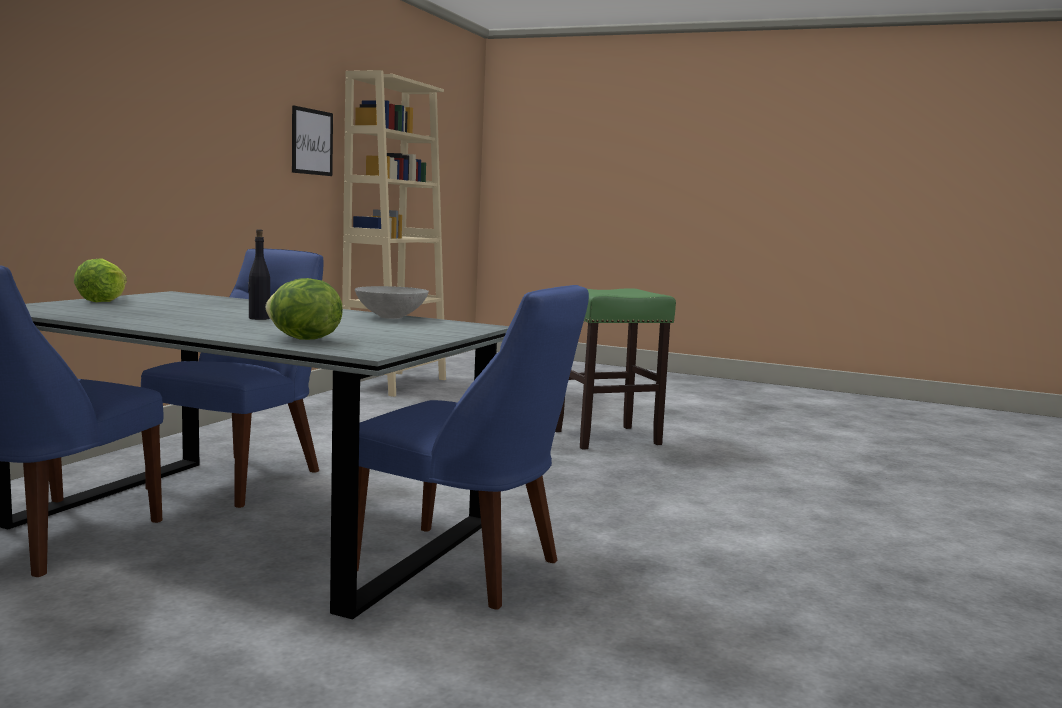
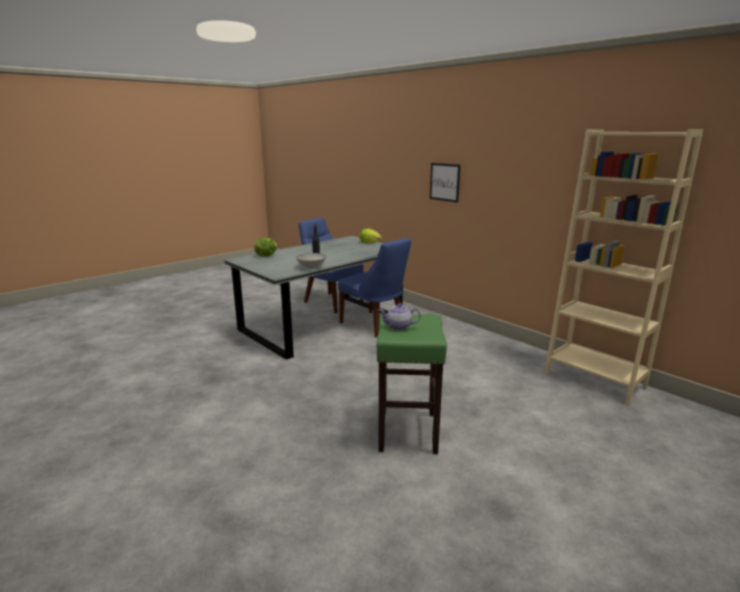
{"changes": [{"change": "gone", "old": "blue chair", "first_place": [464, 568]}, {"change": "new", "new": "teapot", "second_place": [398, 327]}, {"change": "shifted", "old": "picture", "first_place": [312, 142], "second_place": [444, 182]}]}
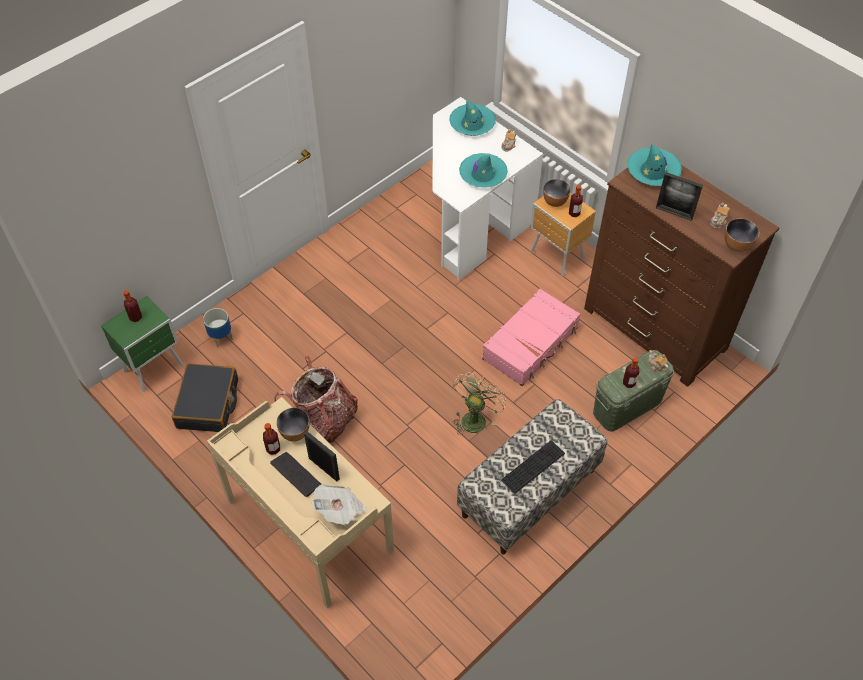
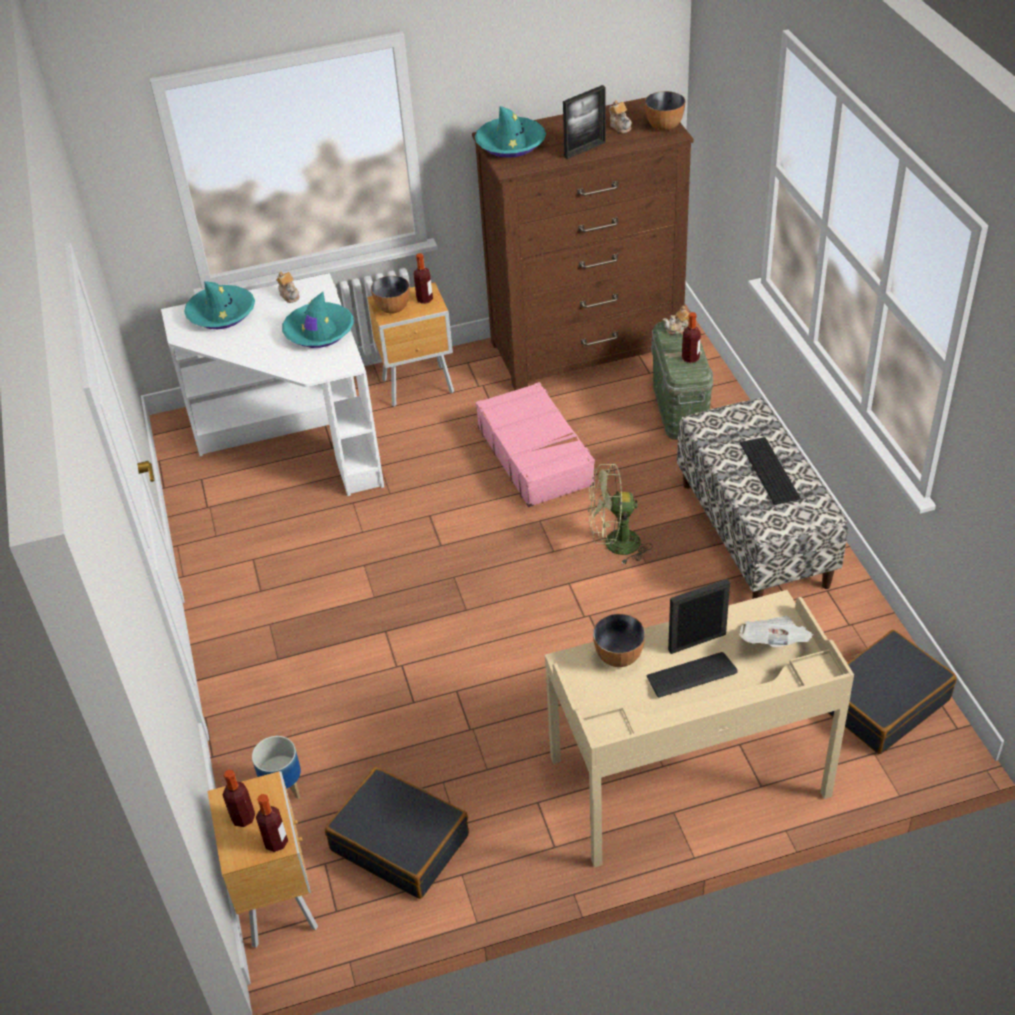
{"changes": [{"change": "gone", "old": "backpack", "first_place": [324, 421]}, {"change": "new", "new": "black suitcase", "second_place": [883, 702]}, {"change": "shifted", "old": "bottle", "first_place": [273, 449], "second_place": [276, 842]}, {"change": "repainted", "old": "green nightstand", "new": "brown nightstand", "first_place": [155, 368], "second_place": [279, 898]}, {"change": "rotated", "old": "green fan", "first_place": [475, 417], "second_place": [614, 545], "degrees": -60}]}
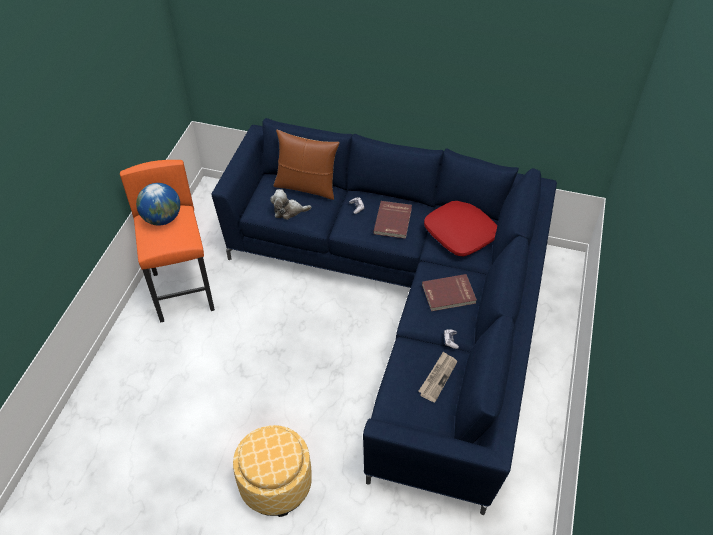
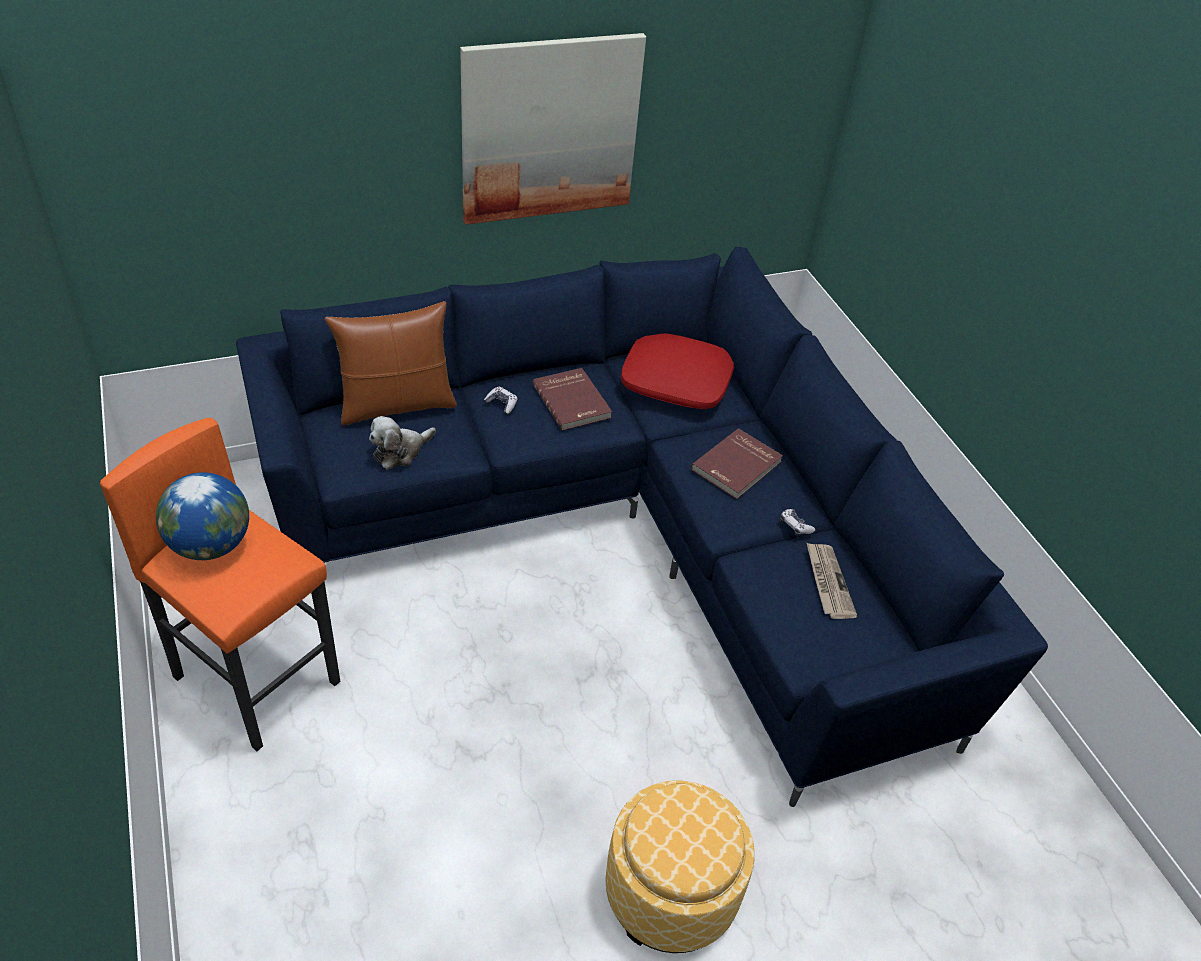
{"changes": [{"change": "new", "new": "picture", "second_place": [549, 129]}]}
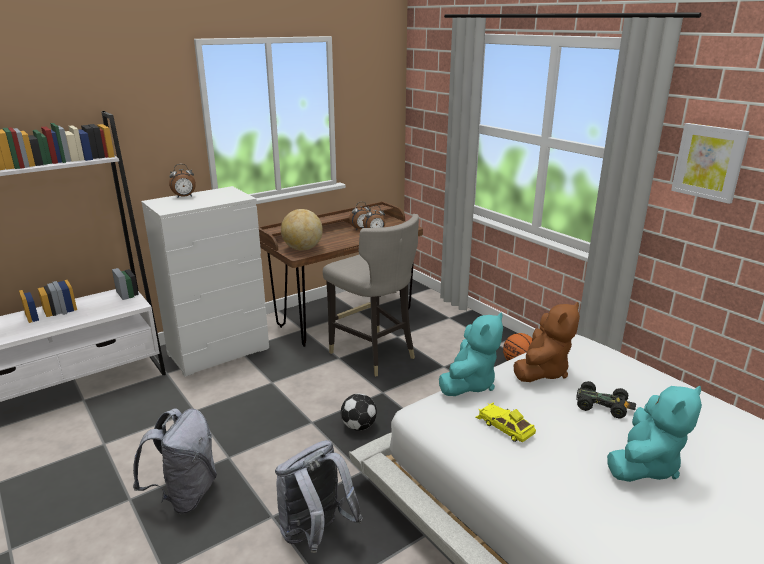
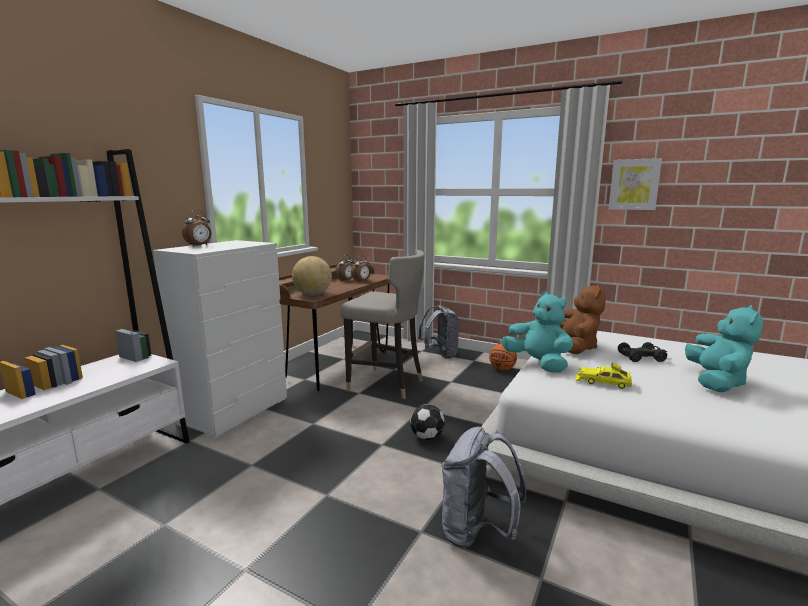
{"changes": [{"change": "shifted", "old": "grey backpack", "first_place": [185, 495], "second_place": [440, 355]}, {"change": "rotated", "old": "turquoise plush toy", "first_place": [469, 384], "second_place": [538, 364], "degrees": -45}]}
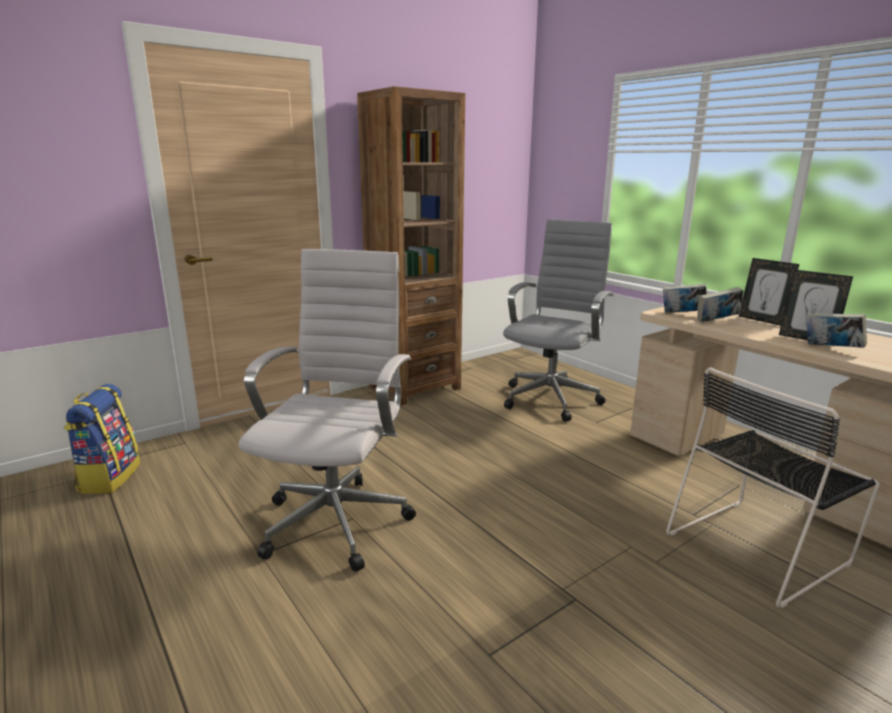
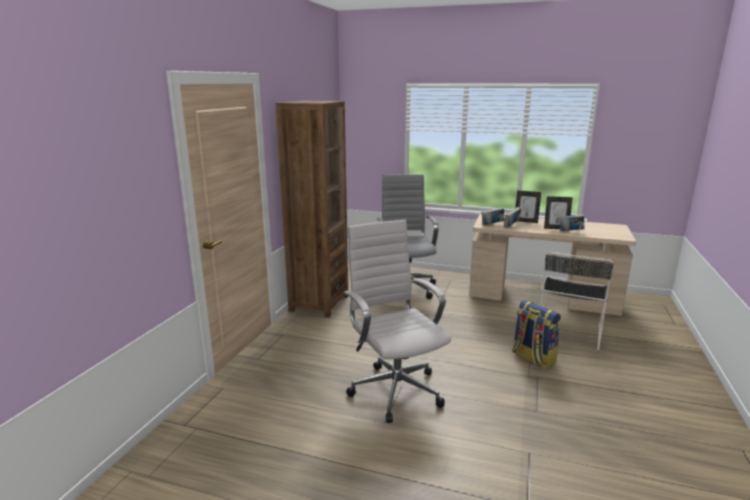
{"changes": [{"change": "shifted", "old": "backpack", "first_place": [109, 477], "second_place": [532, 358]}]}
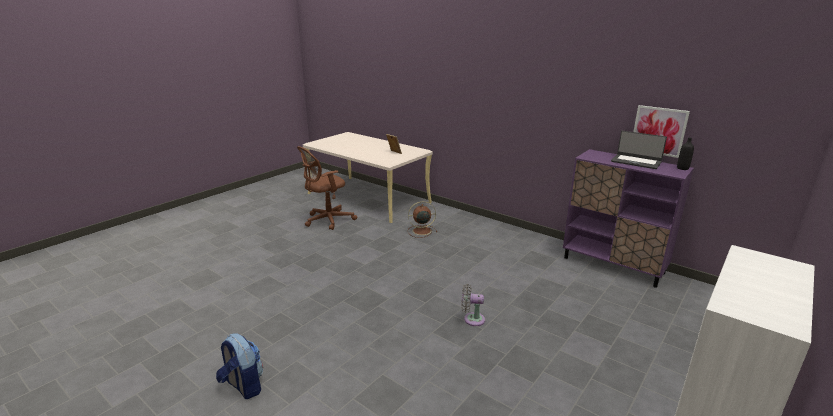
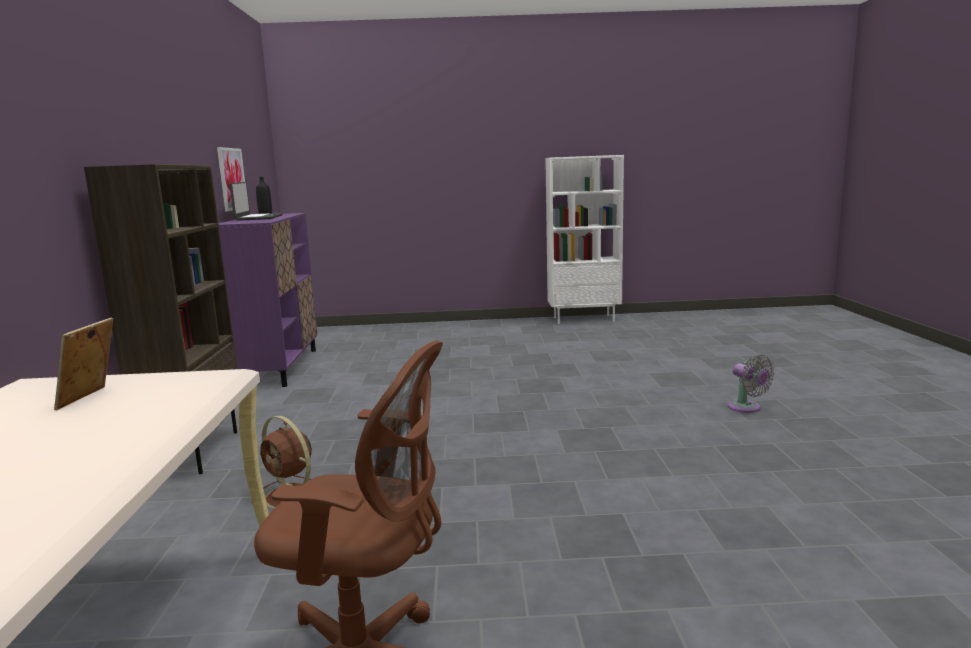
{"changes": [{"change": "gone", "old": "backpack", "first_place": [243, 386]}, {"change": "new", "new": "brown bookcase", "second_place": [195, 452]}, {"change": "shifted", "old": "grey fan", "first_place": [472, 319], "second_place": [747, 408]}]}
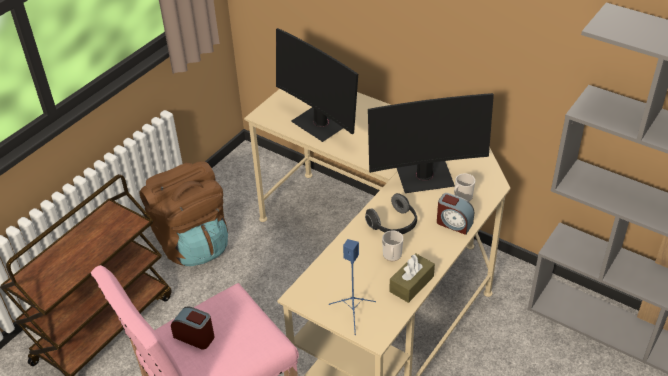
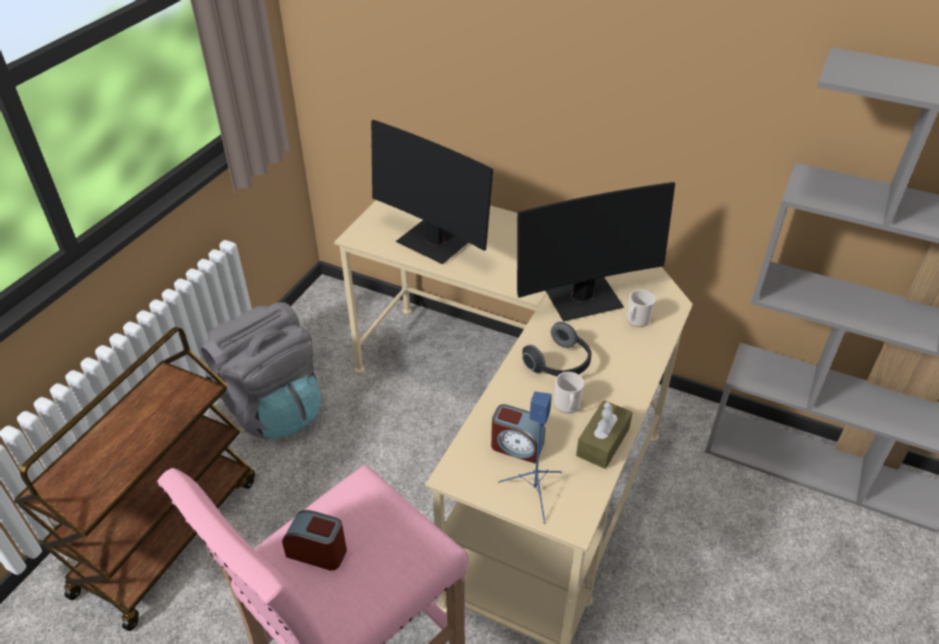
{"changes": [{"change": "shifted", "old": "alarm clock", "first_place": [454, 223], "second_place": [516, 447]}, {"change": "repainted", "old": "brown backpack", "new": "grey backpack", "first_place": [192, 242], "second_place": [273, 407]}]}
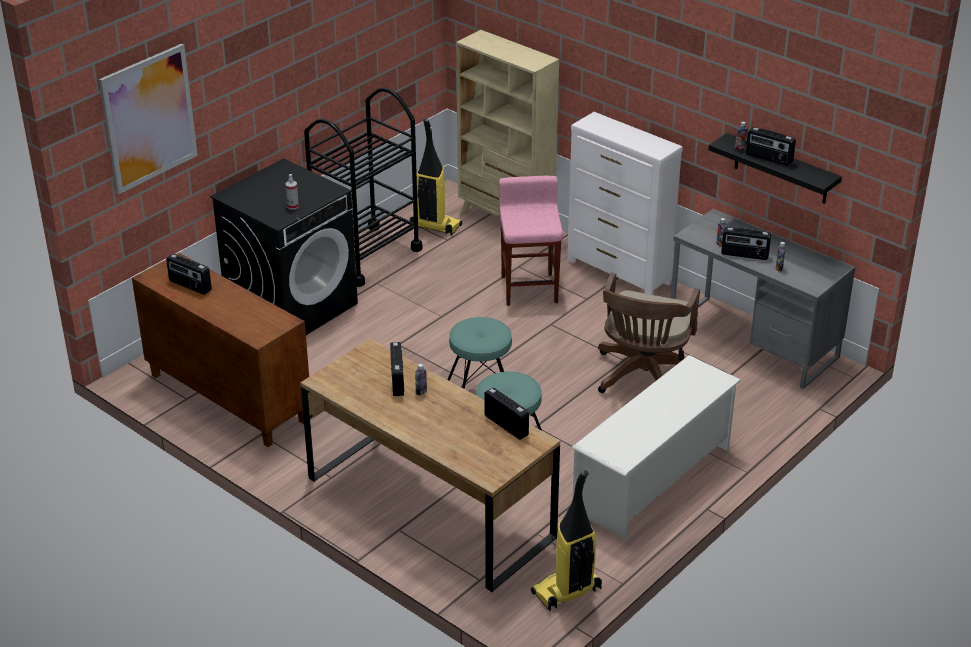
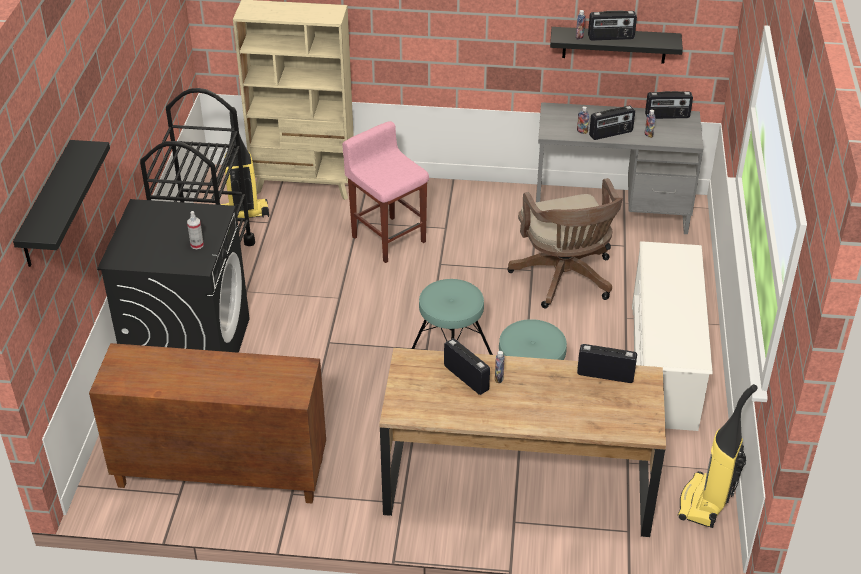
{"changes": [{"change": "gone", "old": "white dresser", "first_place": [619, 272]}, {"change": "shifted", "old": "radio", "first_place": [190, 286], "second_place": [667, 116]}, {"change": "swapped", "old": "picture", "new": "black shelf", "first_place": [149, 118], "second_place": [47, 206]}]}
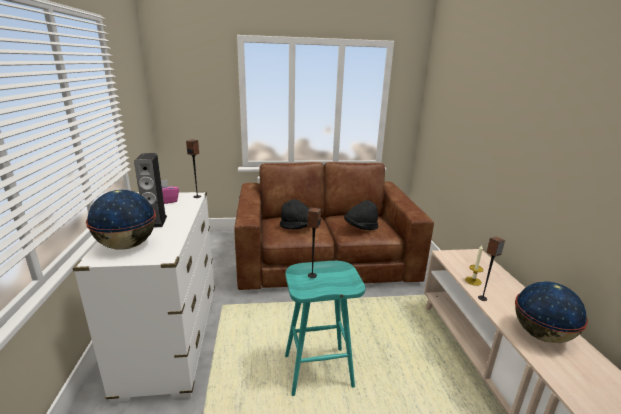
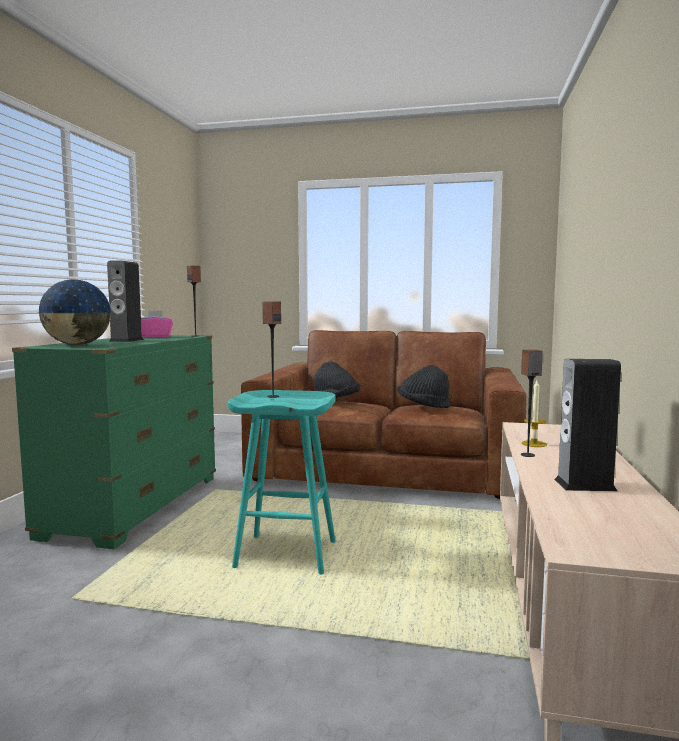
{"changes": [{"change": "swapped", "old": "globe", "new": "speaker", "first_place": [541, 335], "second_place": [584, 485]}, {"change": "repainted", "old": "white dresser", "new": "green dresser", "first_place": [172, 338], "second_place": [135, 506]}]}
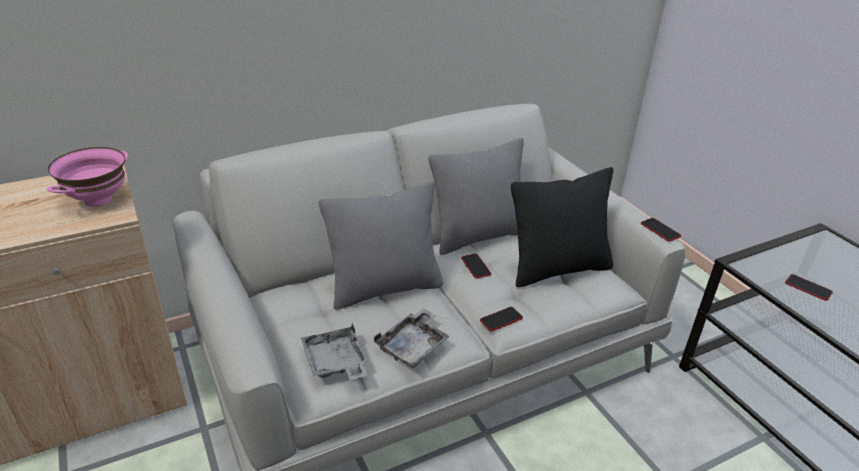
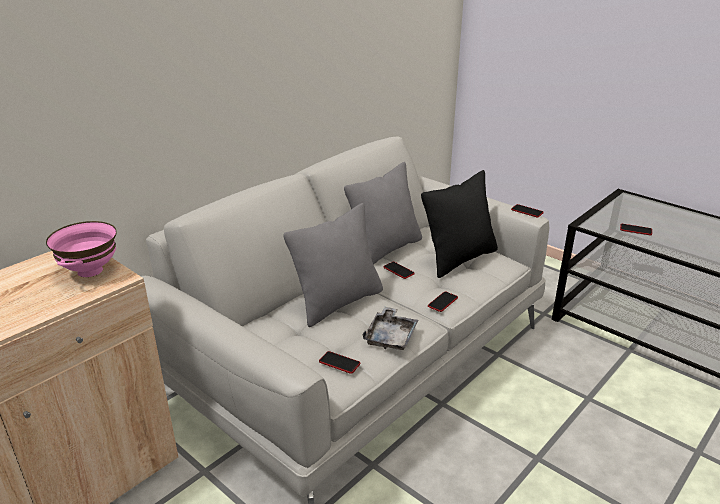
{"changes": [{"change": "swapped", "old": "grey tray", "new": "phone", "first_place": [336, 363], "second_place": [339, 363]}]}
